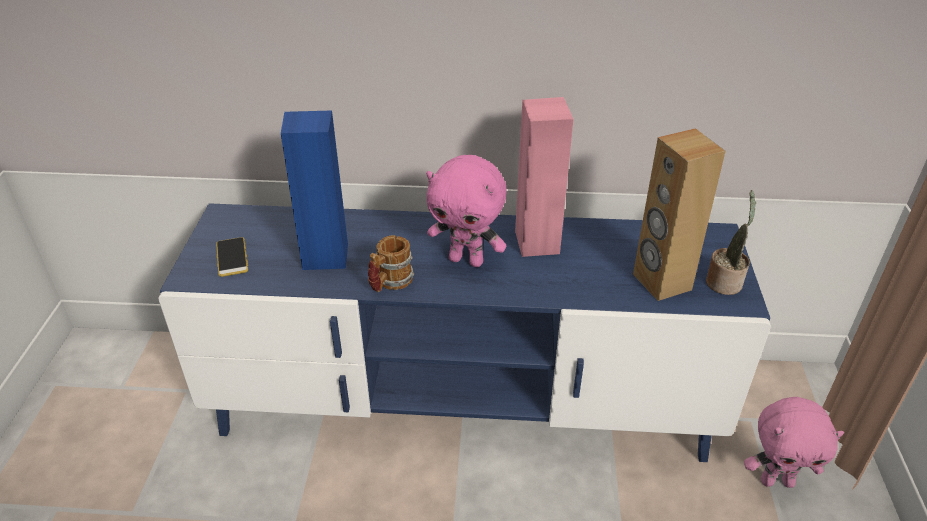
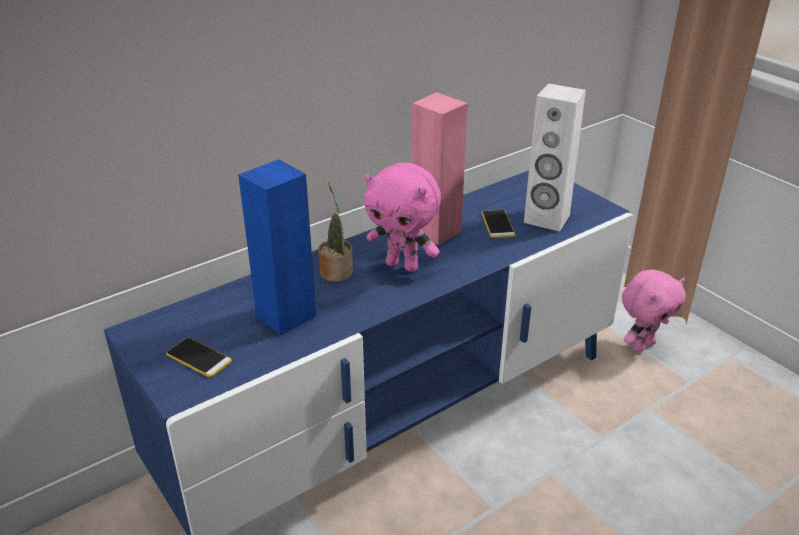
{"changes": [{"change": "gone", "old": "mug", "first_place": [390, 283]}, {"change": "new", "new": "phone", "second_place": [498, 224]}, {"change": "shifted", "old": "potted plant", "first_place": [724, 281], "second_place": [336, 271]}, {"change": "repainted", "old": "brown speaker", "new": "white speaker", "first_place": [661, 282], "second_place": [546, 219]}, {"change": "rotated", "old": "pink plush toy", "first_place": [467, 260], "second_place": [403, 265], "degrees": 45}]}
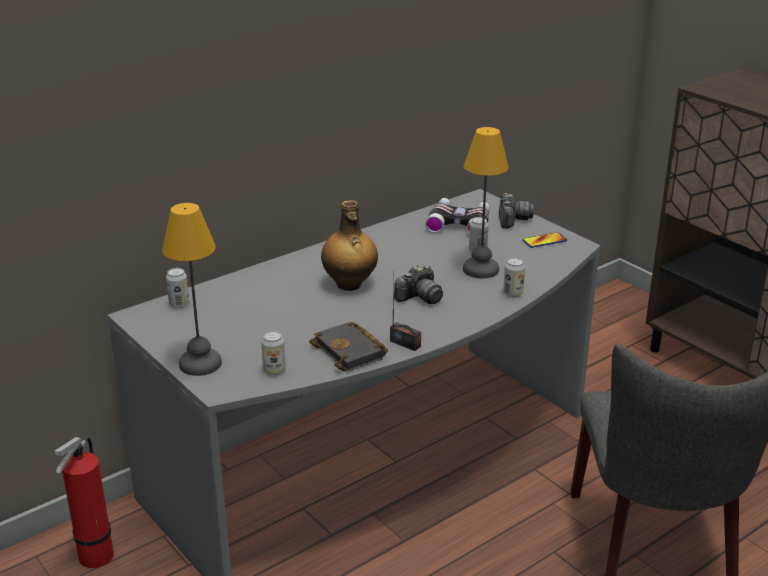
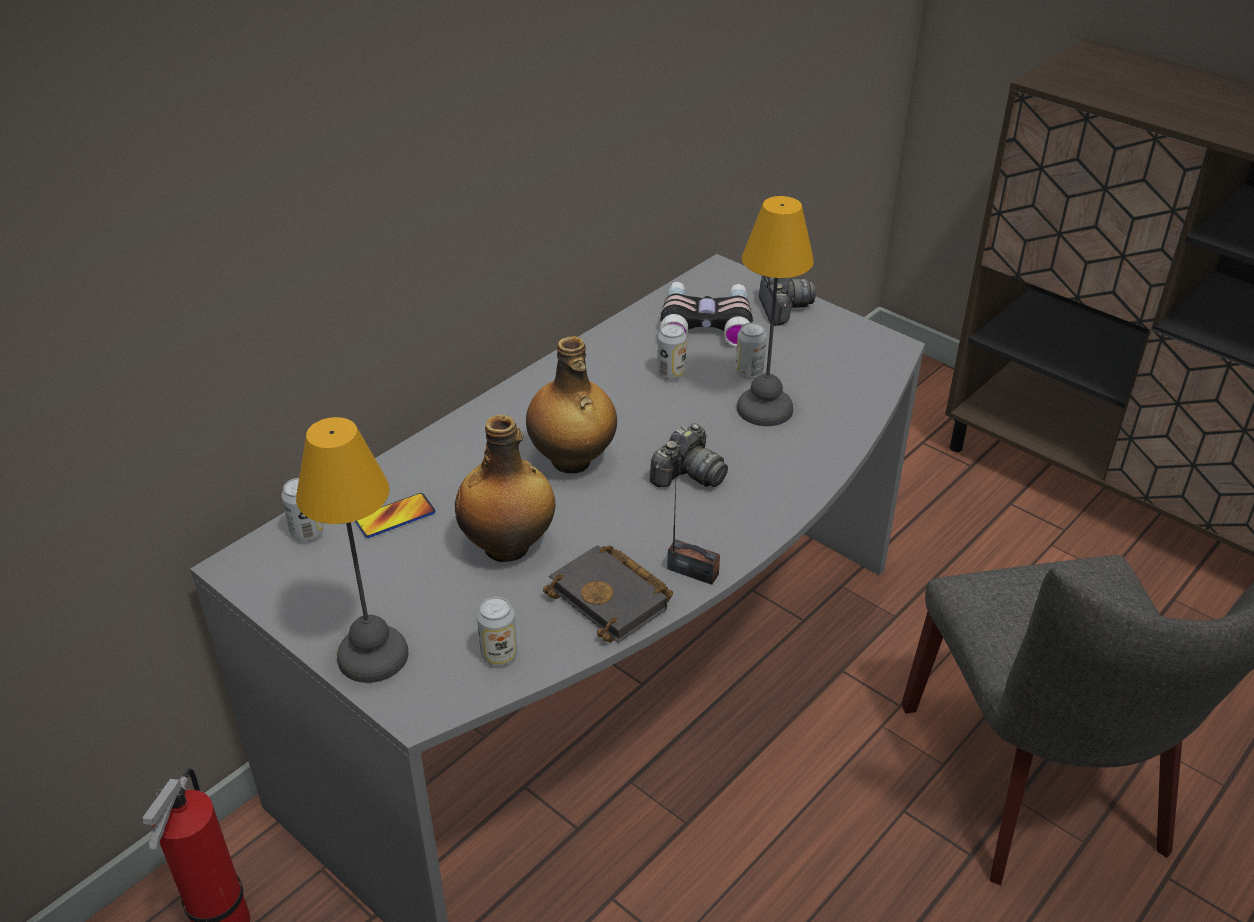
{"changes": [{"change": "new", "new": "bottle", "second_place": [509, 547]}, {"change": "shifted", "old": "can", "first_place": [513, 293], "second_place": [671, 373]}, {"change": "shifted", "old": "phone", "first_place": [544, 241], "second_place": [395, 517]}]}
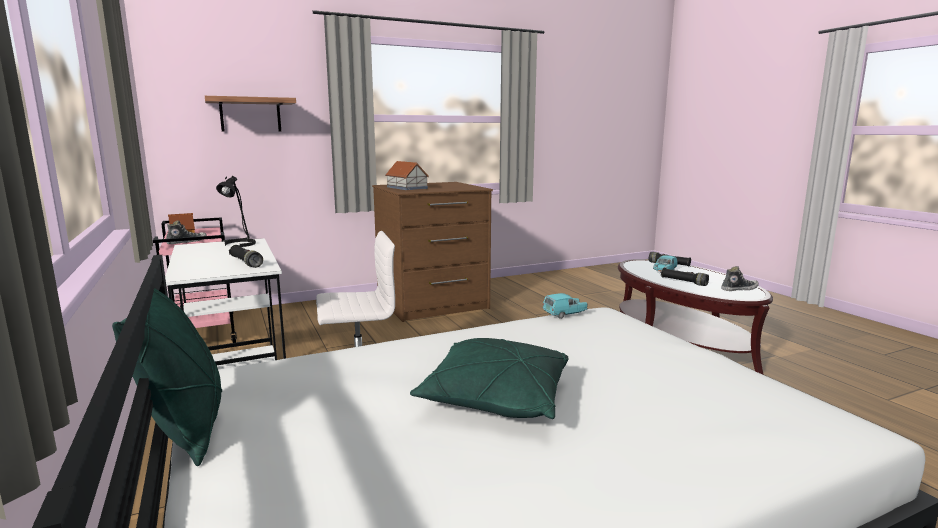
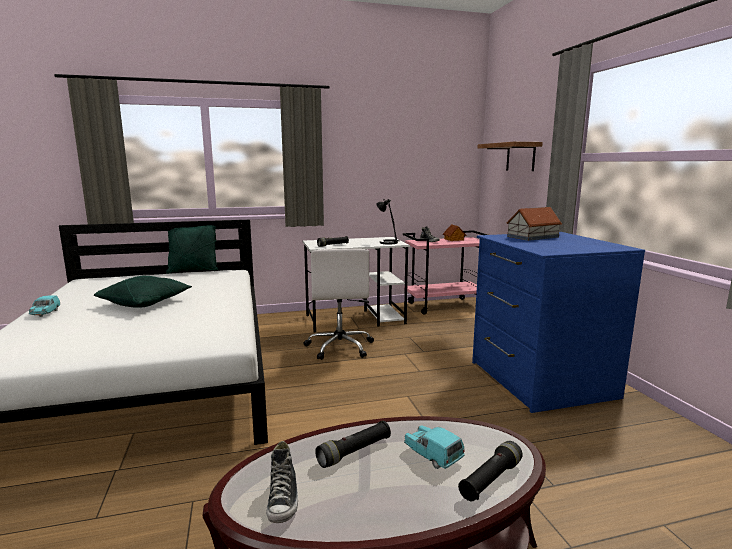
{"changes": [{"change": "shifted", "old": "turquoise toy car", "first_place": [565, 314], "second_place": [45, 313]}, {"change": "repainted", "old": "brown dresser", "new": "blue dresser", "first_place": [432, 303], "second_place": [539, 379]}]}
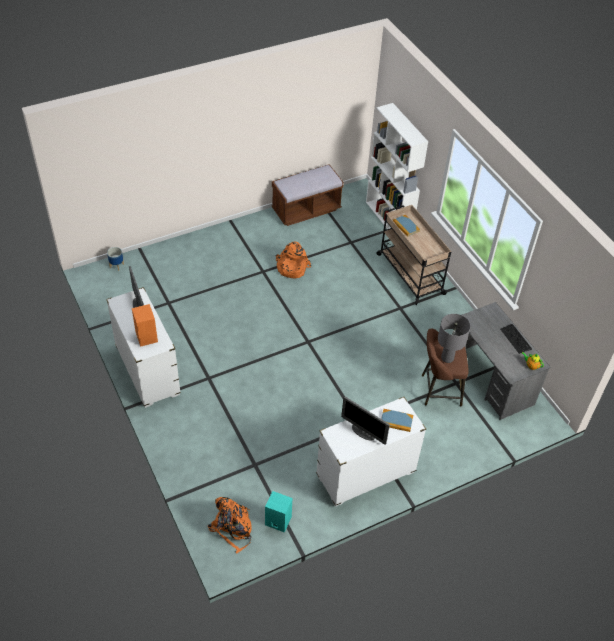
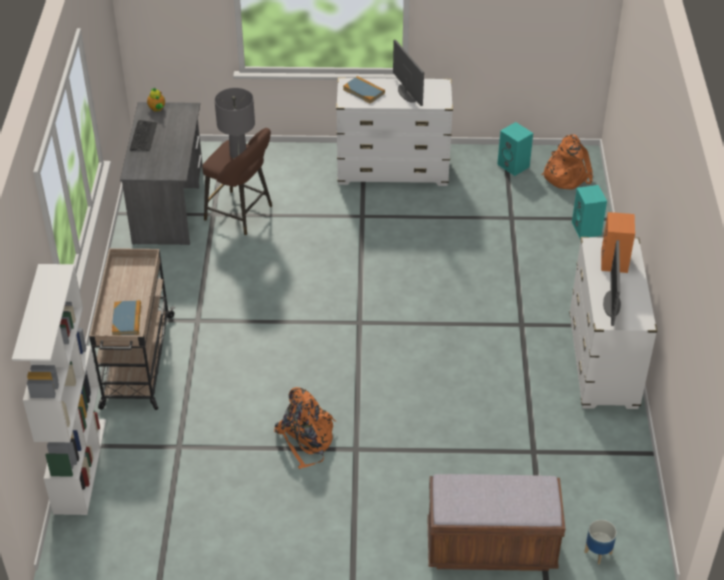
{"changes": [{"change": "new", "new": "turquoise speaker", "second_place": [587, 229]}, {"change": "shifted", "old": "brown bench", "first_place": [306, 210], "second_place": [491, 547]}]}
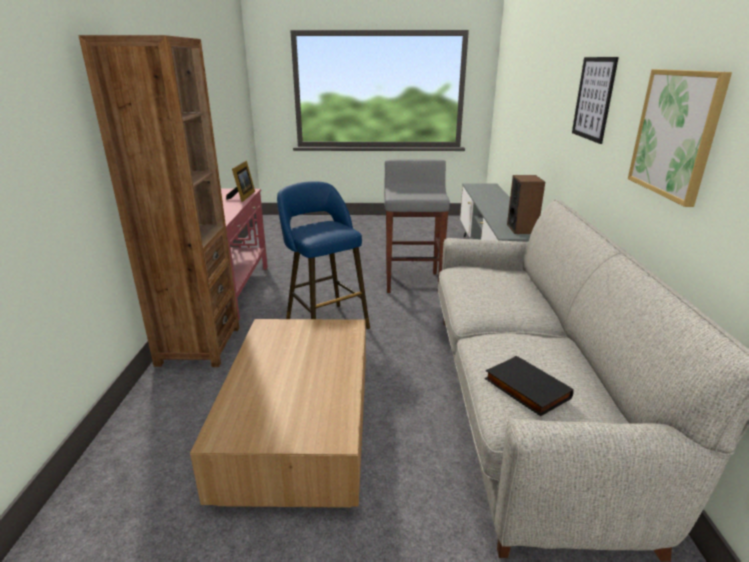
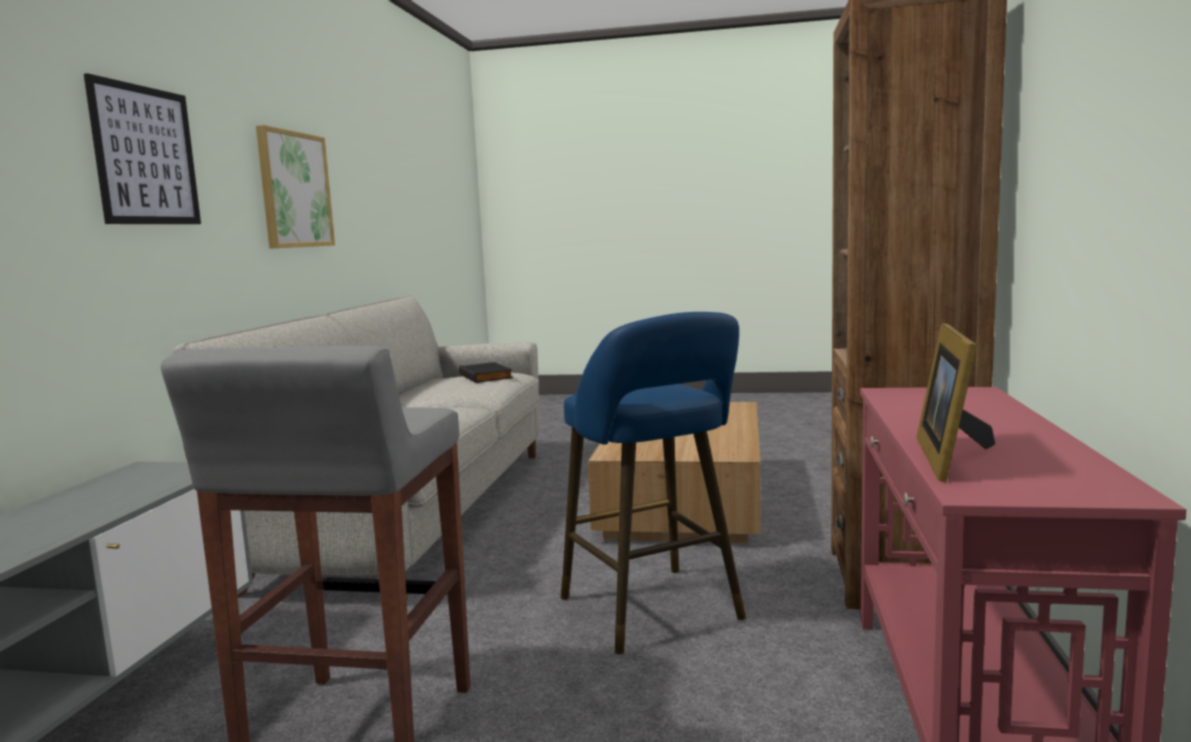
{"changes": [{"change": "gone", "old": "speaker", "first_place": [522, 229]}]}
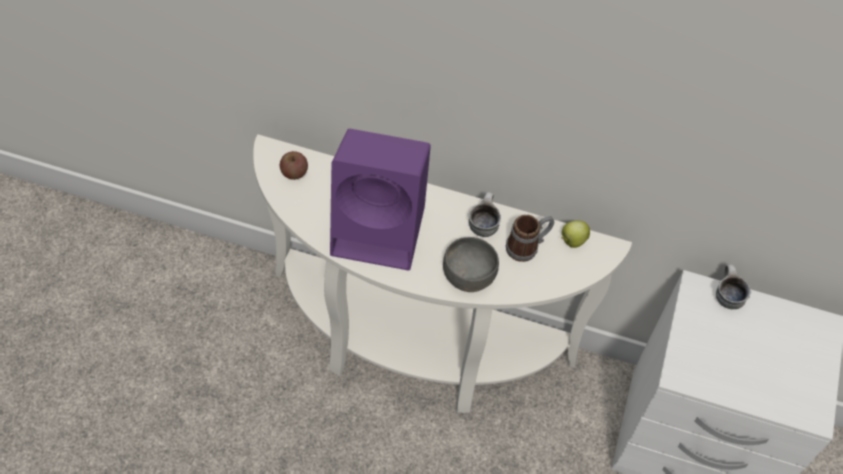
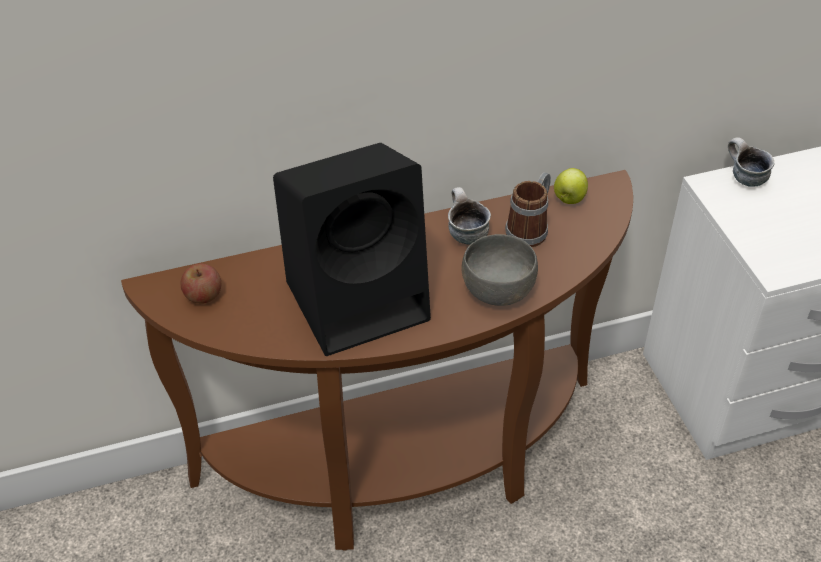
{"changes": [{"change": "repainted", "old": "white console table", "new": "brown console table", "first_place": [412, 348], "second_place": [408, 469]}, {"change": "repainted", "old": "purple speaker", "new": "black speaker", "first_place": [381, 230], "second_place": [360, 298]}]}
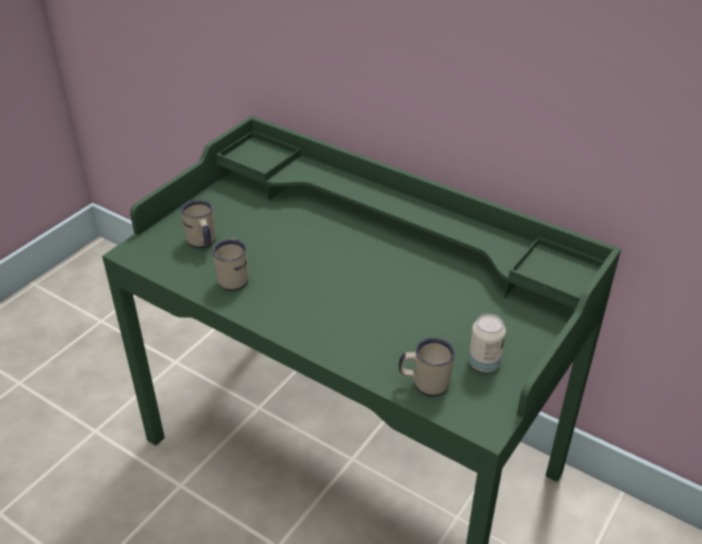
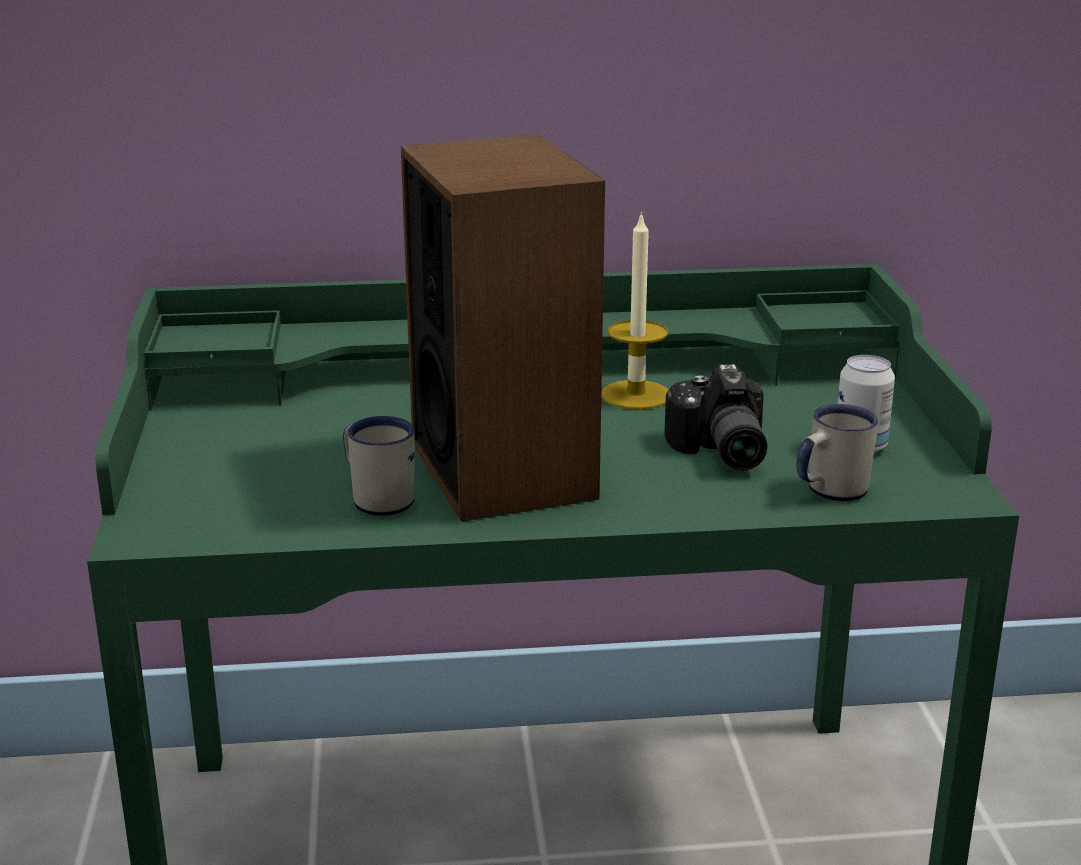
{"changes": [{"change": "gone", "old": "white mug", "first_place": [202, 243]}, {"change": "new", "new": "speaker", "second_place": [503, 470]}, {"change": "new", "new": "candle", "second_place": [636, 395]}, {"change": "new", "new": "photo camera", "second_place": [718, 452]}]}
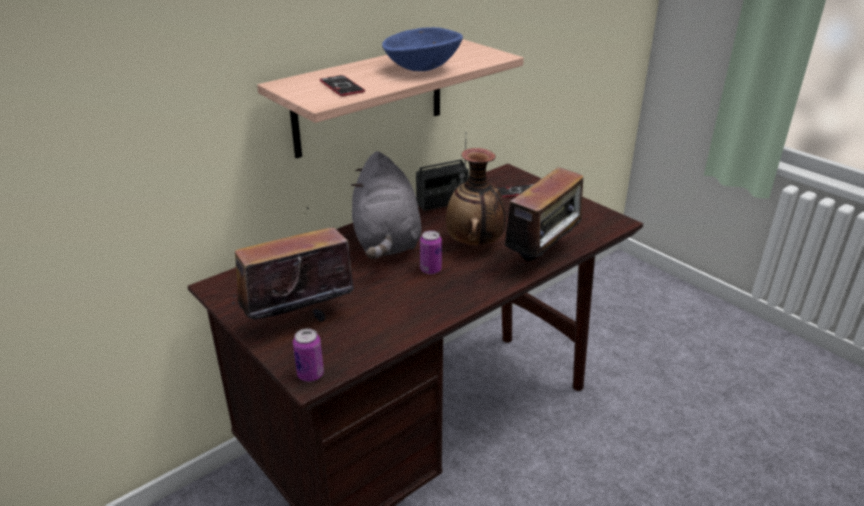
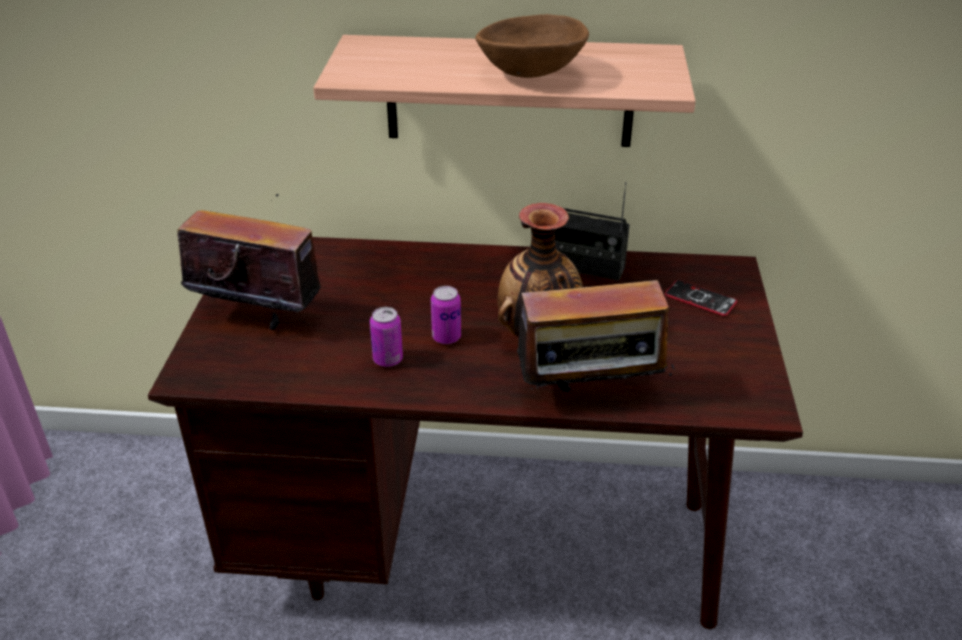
{"changes": [{"change": "gone", "old": "phone", "first_place": [342, 87]}, {"change": "gone", "old": "grey plush toy", "first_place": [386, 240]}, {"change": "shifted", "old": "can", "first_place": [310, 374], "second_place": [388, 359]}, {"change": "repainted", "old": "blue bowl", "new": "brown bowl", "first_place": [422, 69], "second_place": [529, 74]}]}
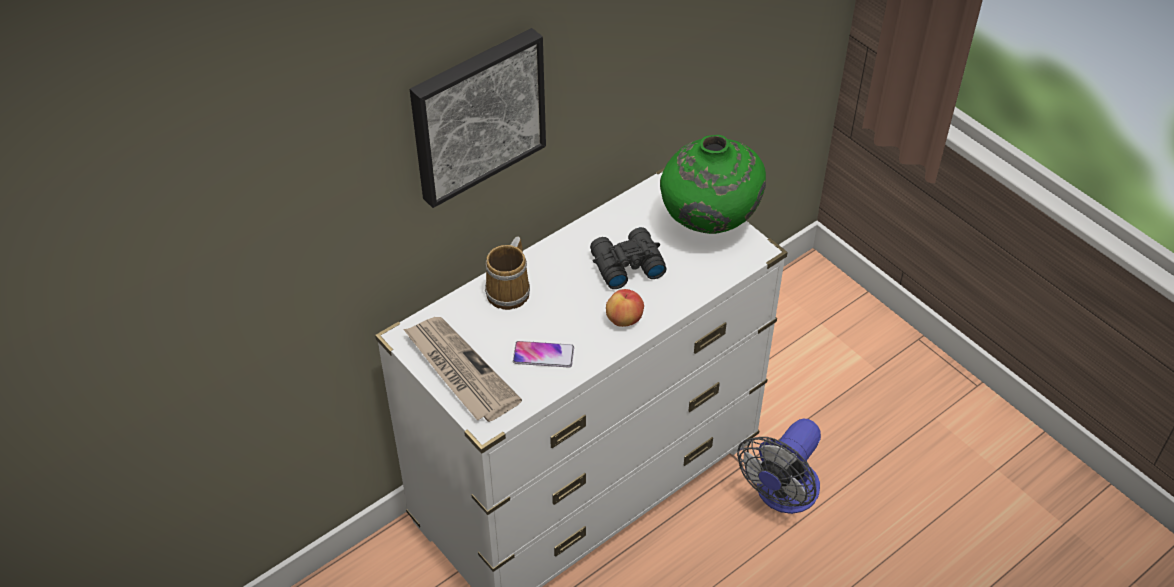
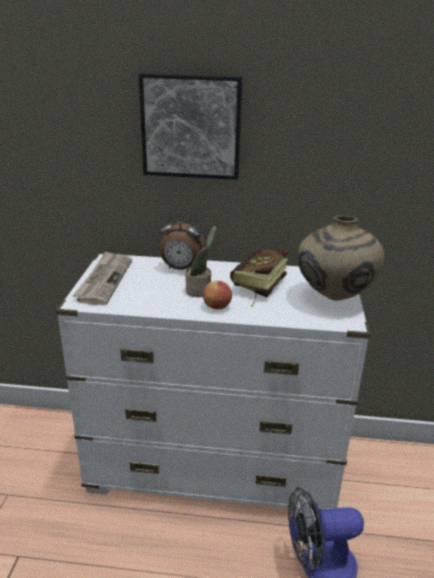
{"changes": [{"change": "gone", "old": "phone", "first_place": [543, 355]}, {"change": "new", "new": "potted plant", "second_place": [200, 291]}, {"change": "swapped", "old": "mug", "new": "alarm clock", "first_place": [510, 291], "second_place": [181, 269]}, {"change": "swapped", "old": "black binoculars", "new": "book", "first_place": [625, 265], "second_place": [256, 289]}, {"change": "repainted", "old": "green vase", "new": "beige vase", "first_place": [708, 225], "second_place": [333, 298]}]}
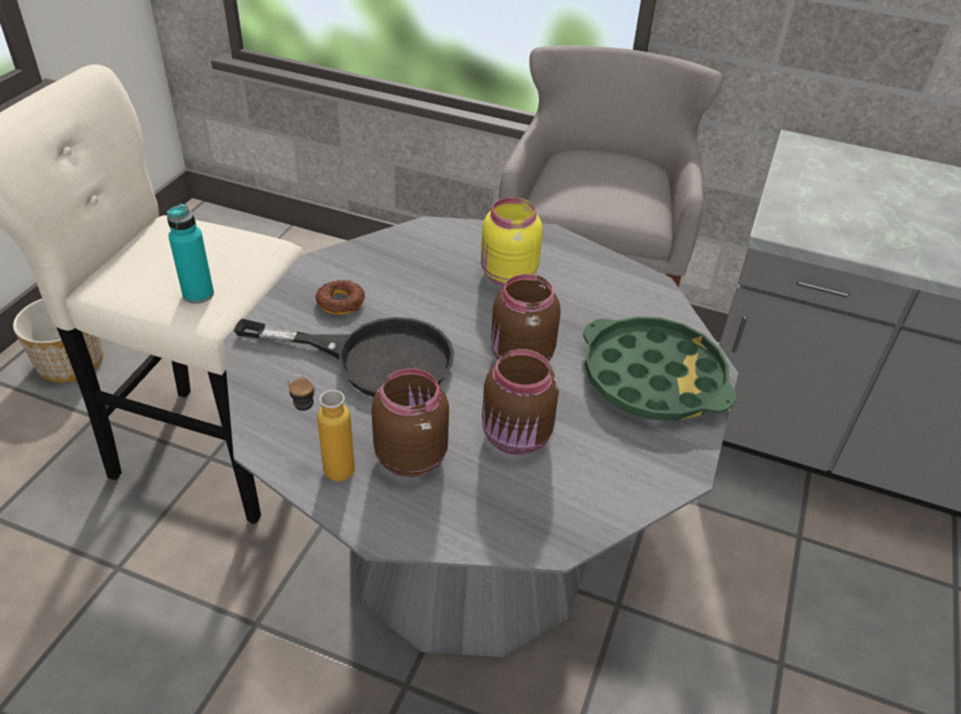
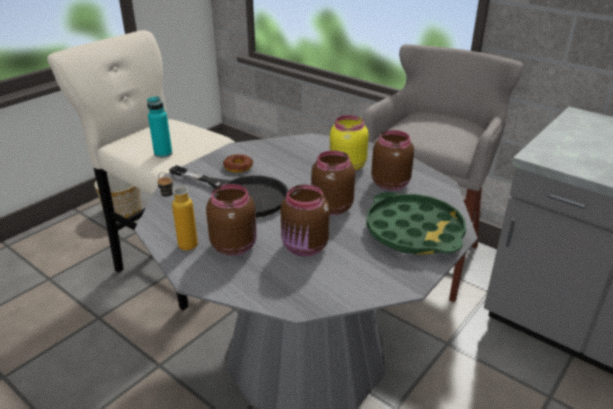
{"changes": [{"change": "new", "new": "brown jar", "second_place": [390, 183]}]}
